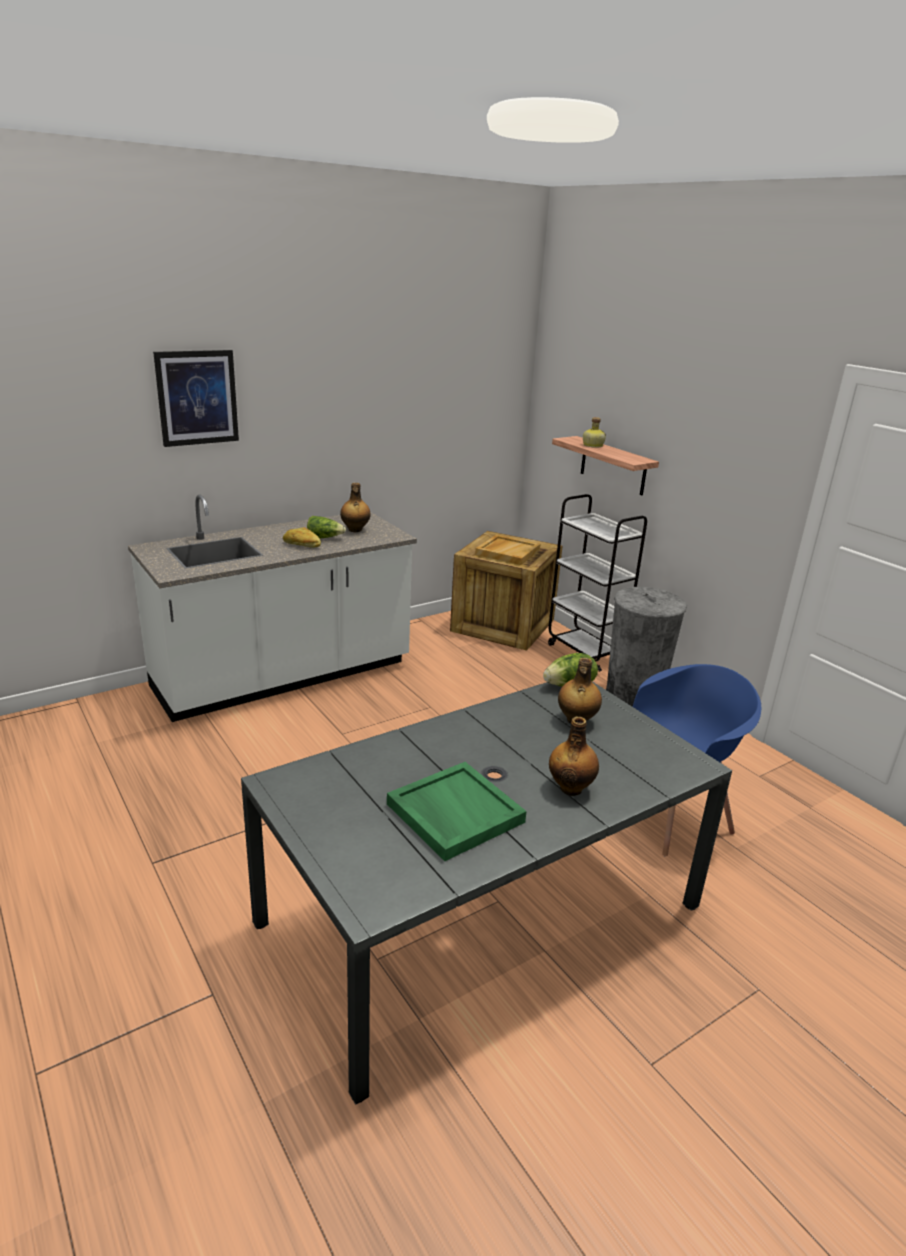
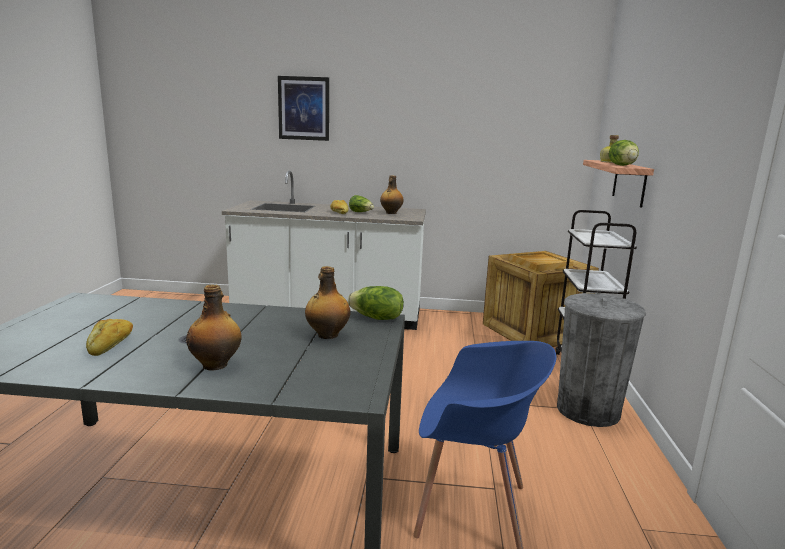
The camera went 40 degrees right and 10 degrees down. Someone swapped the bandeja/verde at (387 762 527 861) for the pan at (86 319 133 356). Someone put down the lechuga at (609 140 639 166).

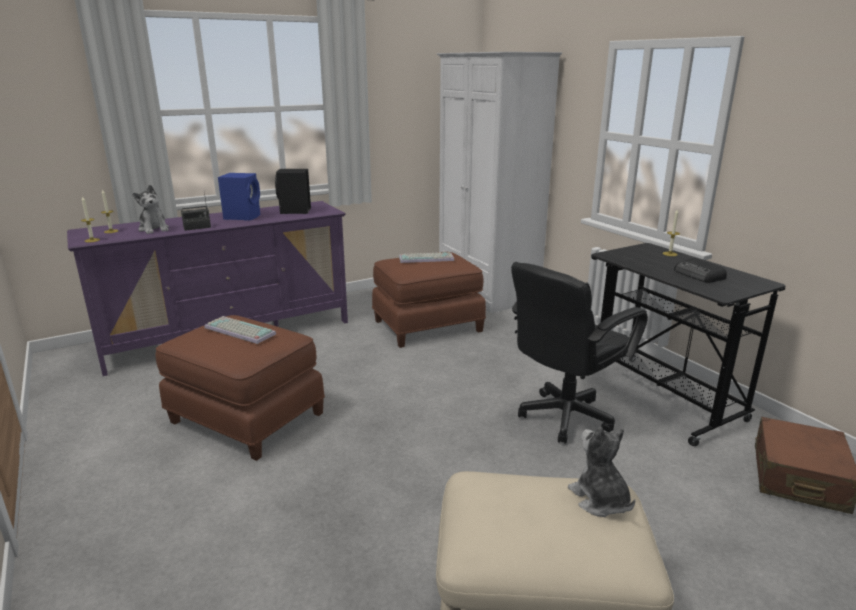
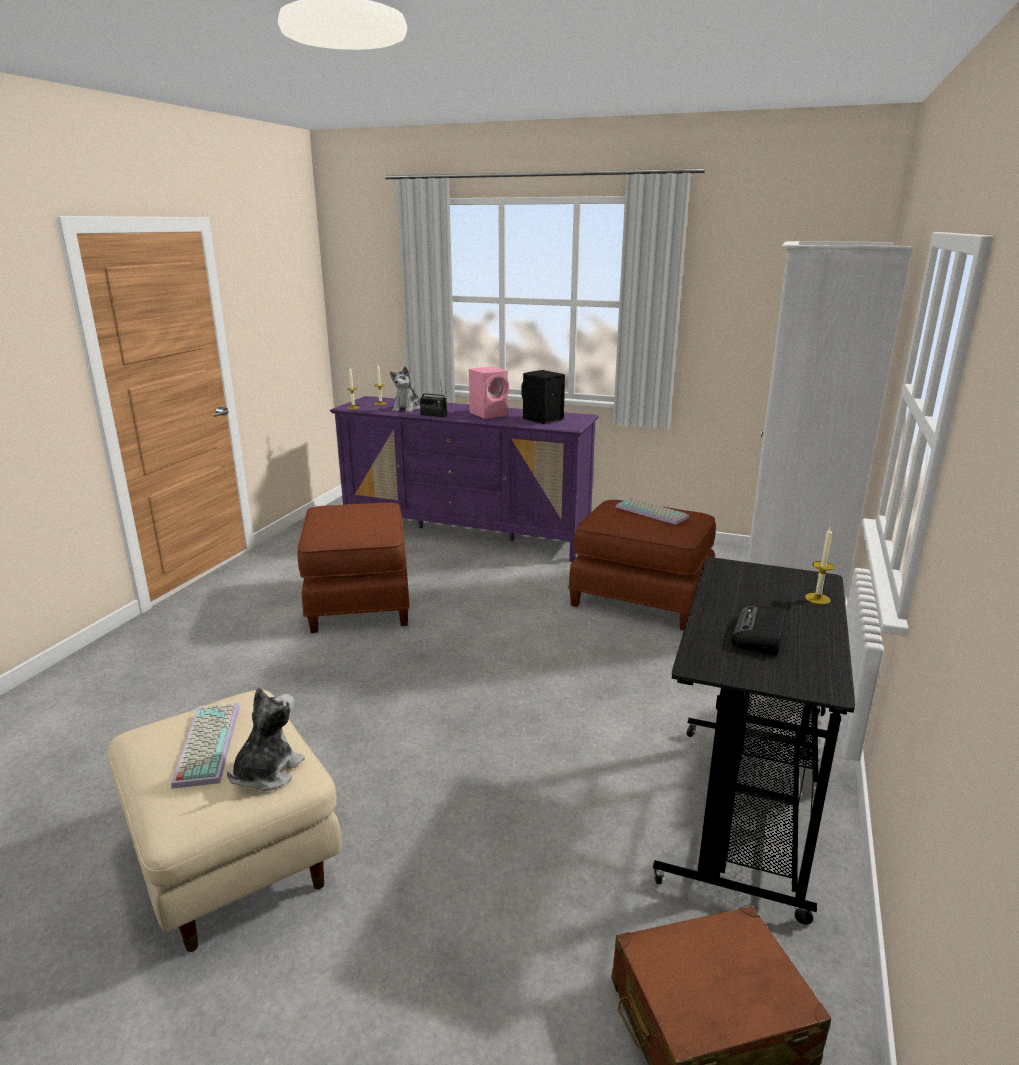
The camera went 50 degrees right and 0 degrees up. Someone carried the teclado from (204 316 276 344) to (171 703 240 789). Someone repainted the altavoz/azul at (218 173 260 220), which became the altavoz/rosa at (469 366 509 419). Someone took away the silla de oficina/negro at (511 262 648 444).

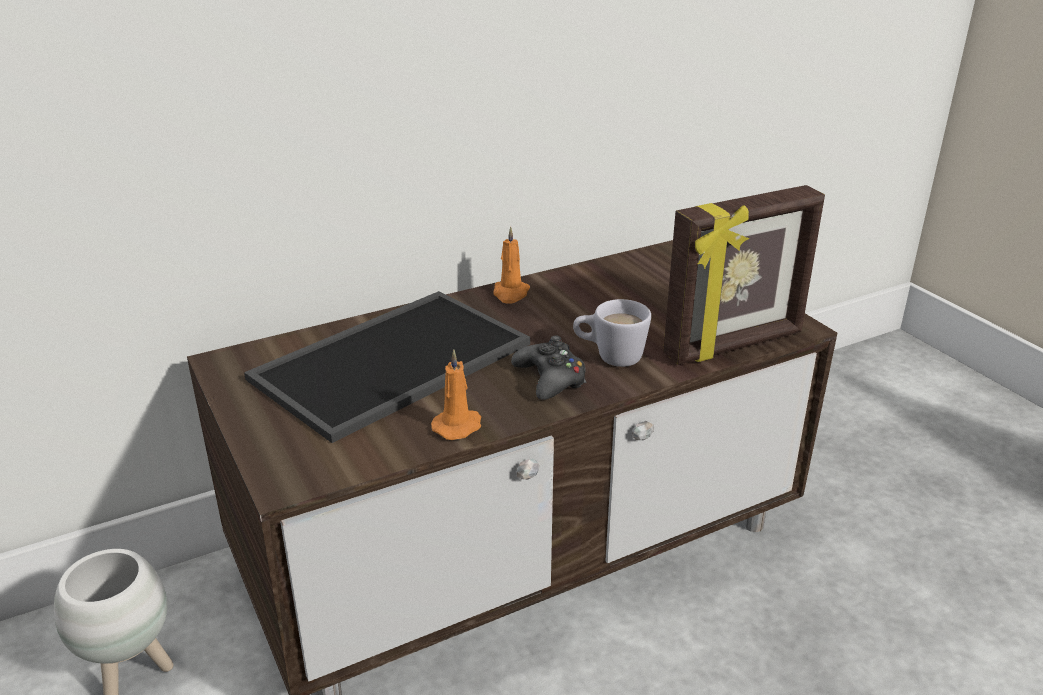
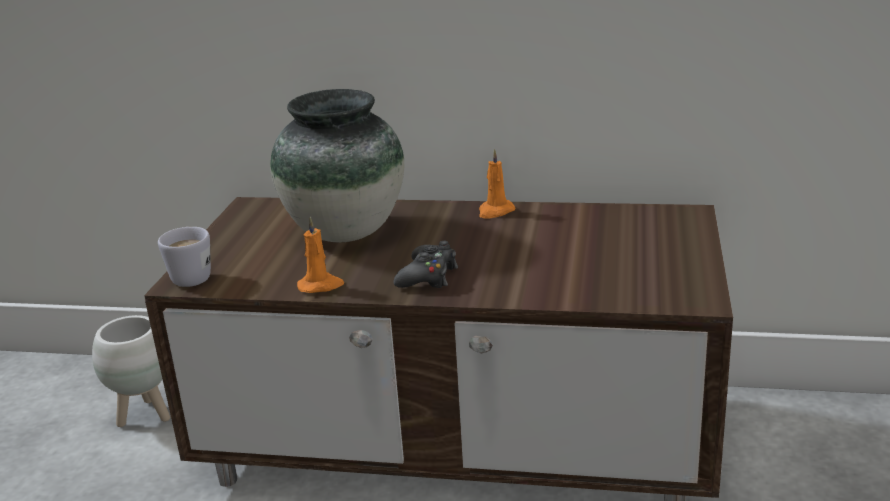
The camera went 40 degrees right and 5 degrees down. Someone swapped the bandeja at (244 291 530 443) for the florero at (270 89 404 242). Someone carried the taza grande/blanco from (573 299 651 367) to (158 227 211 287). Someone took away the portarretratos at (663 185 825 365).

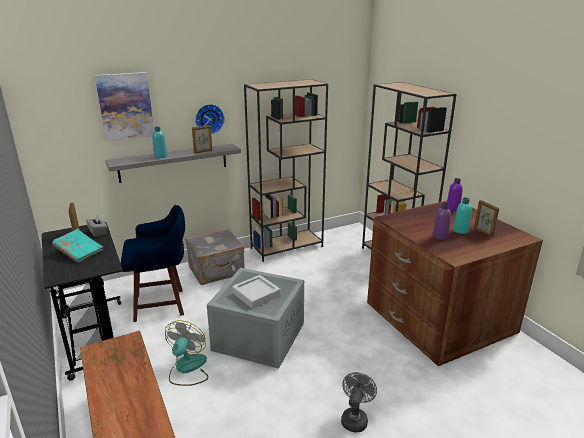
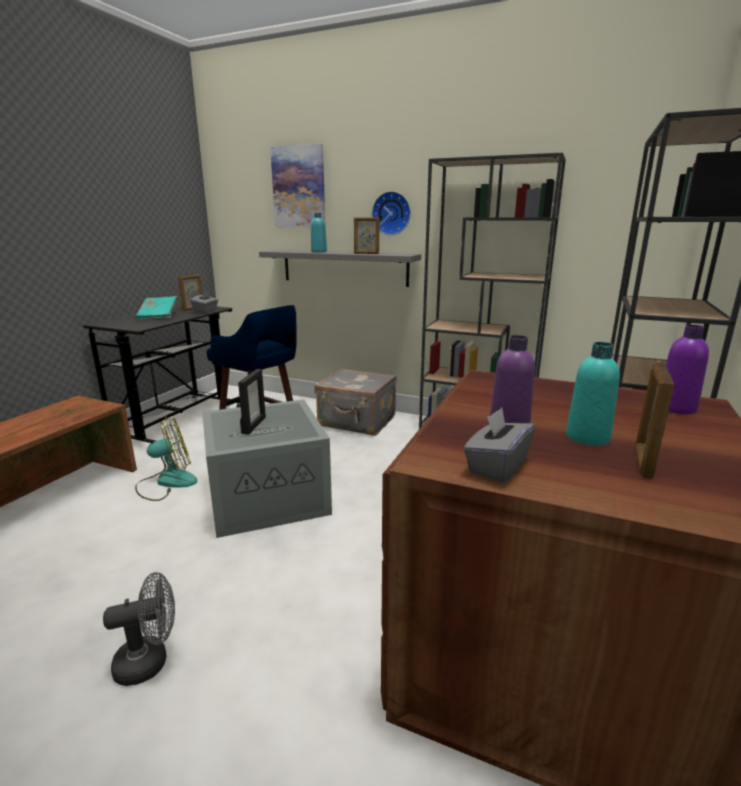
The camera went 50 degrees right and 5 degrees down. Someone swapped the bandeja/gris at (232 275 280 309) for the portarretratos at (238 369 266 435). Someone put down the caja de pañuelos/gris at (463 407 535 483).

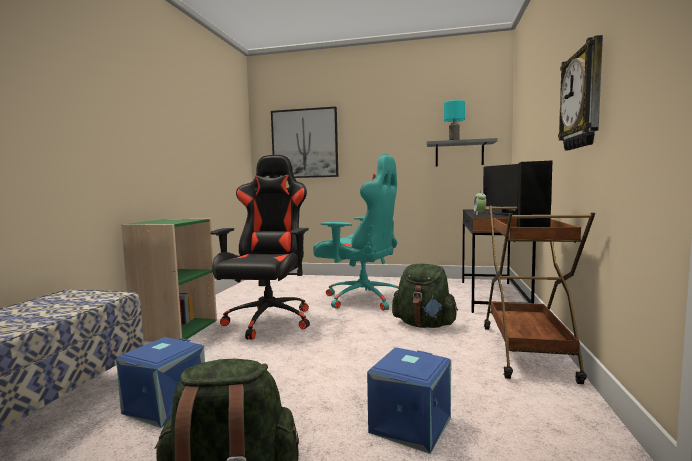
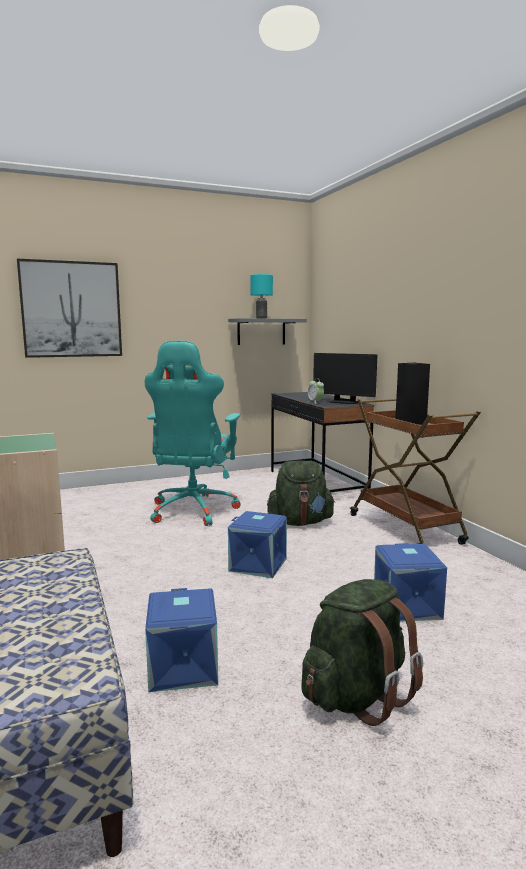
The camera went 35 degrees left and 5 degrees up. Someone took away the silla de oficina/negro at (211 155 310 340). Someone rotated the silla de oficina/turquesa at (313 154 399 311) by 105 degrees clockwise. Someone took away the reloj de pared at (558 35 603 150). Someone put down the caja de almacenaje/azul at (228 511 287 578).

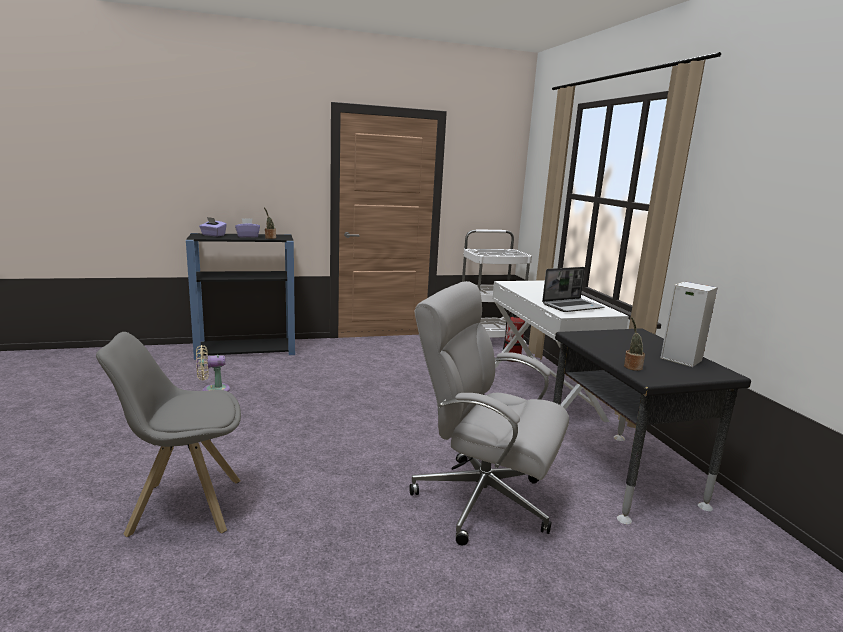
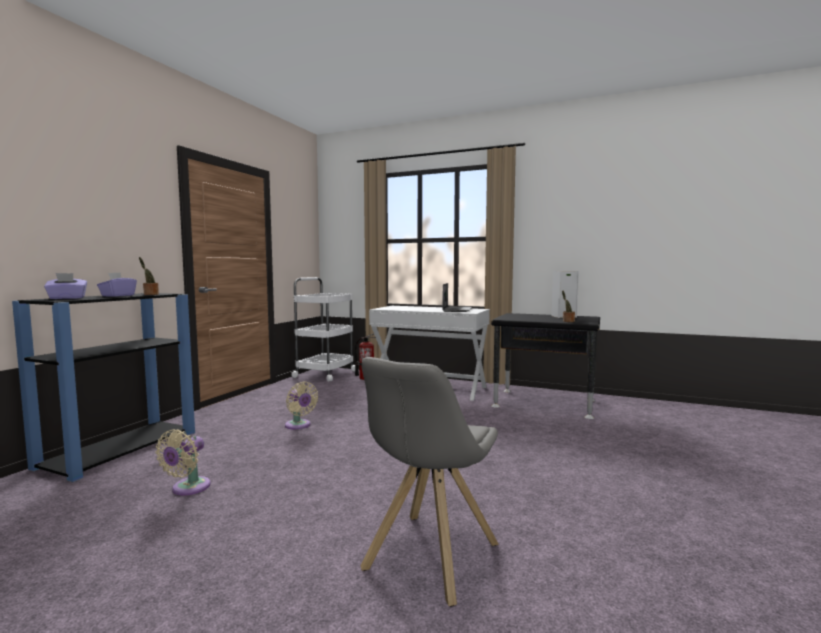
The camera went 50 degrees left and 10 degrees down. Someone took away the silla de oficina/gris at (409 281 569 545). Someone put down the ventilador/beis at (285 381 318 430).

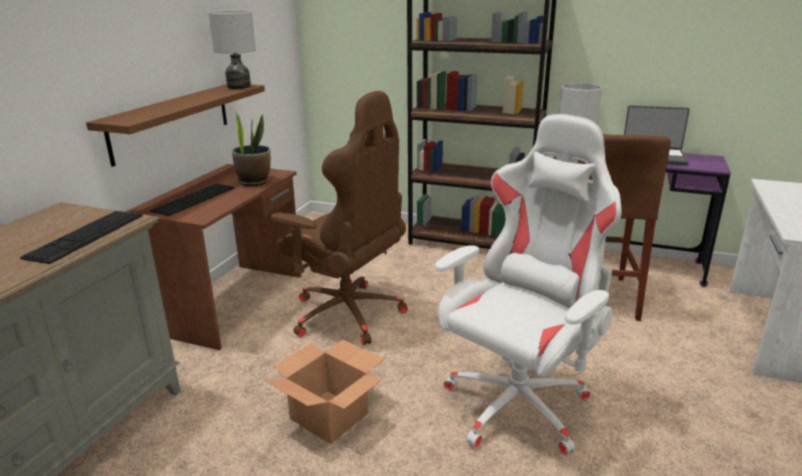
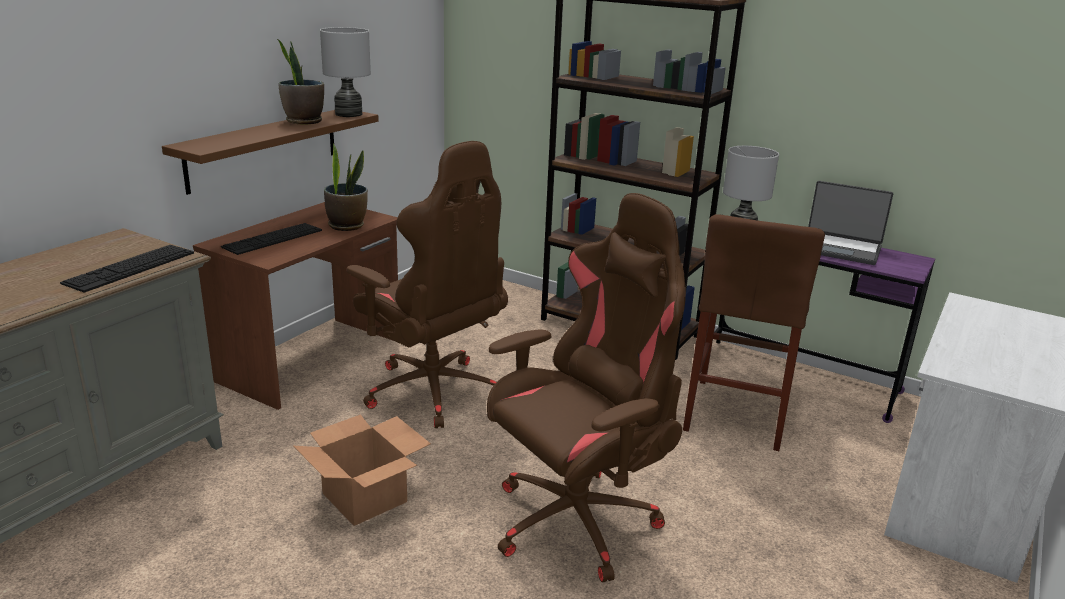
The camera went 10 degrees right and 0 degrees up. Someone repainted the silla de oficina/blanco at (435 114 621 455), which became the silla de oficina/marrón at (487 193 686 582). Someone put down the planta en maceta at (277 39 324 124).

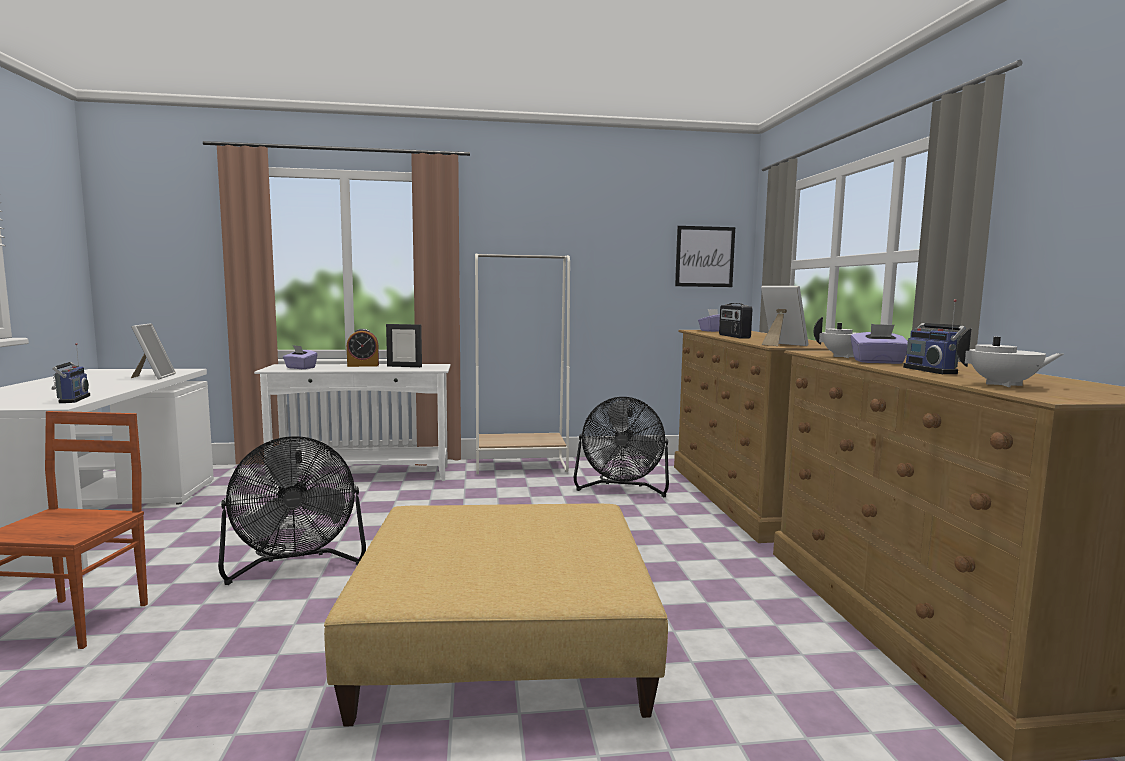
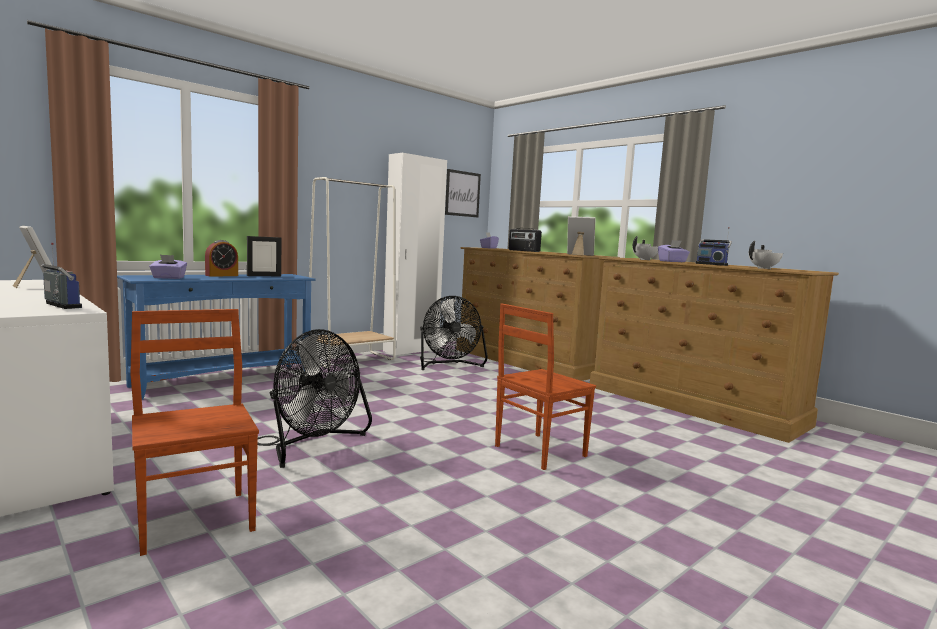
The camera went 35 degrees left and 0 degrees up. Someone repainted the mesa consola/blanco at (254 364 451 485), which became the mesa consola/azul at (117 274 316 400). Someone swapped the puf/beis at (324 503 668 726) for the silla/marrón at (495 304 596 470). Someone put down the armario ropero/blanco at (383 153 447 355).

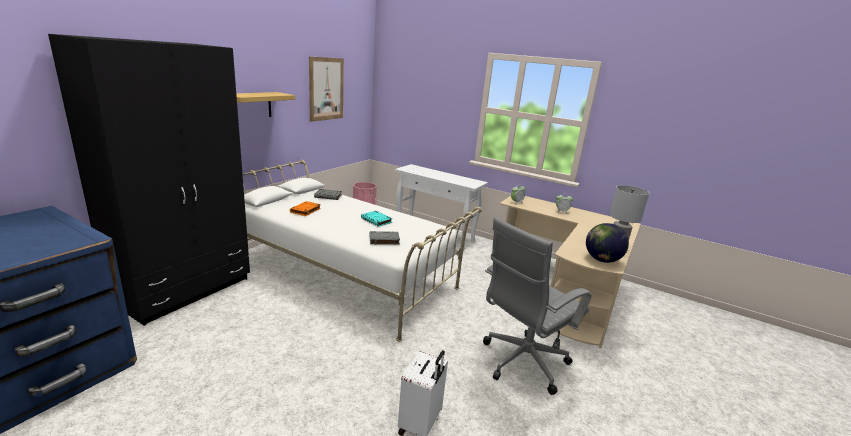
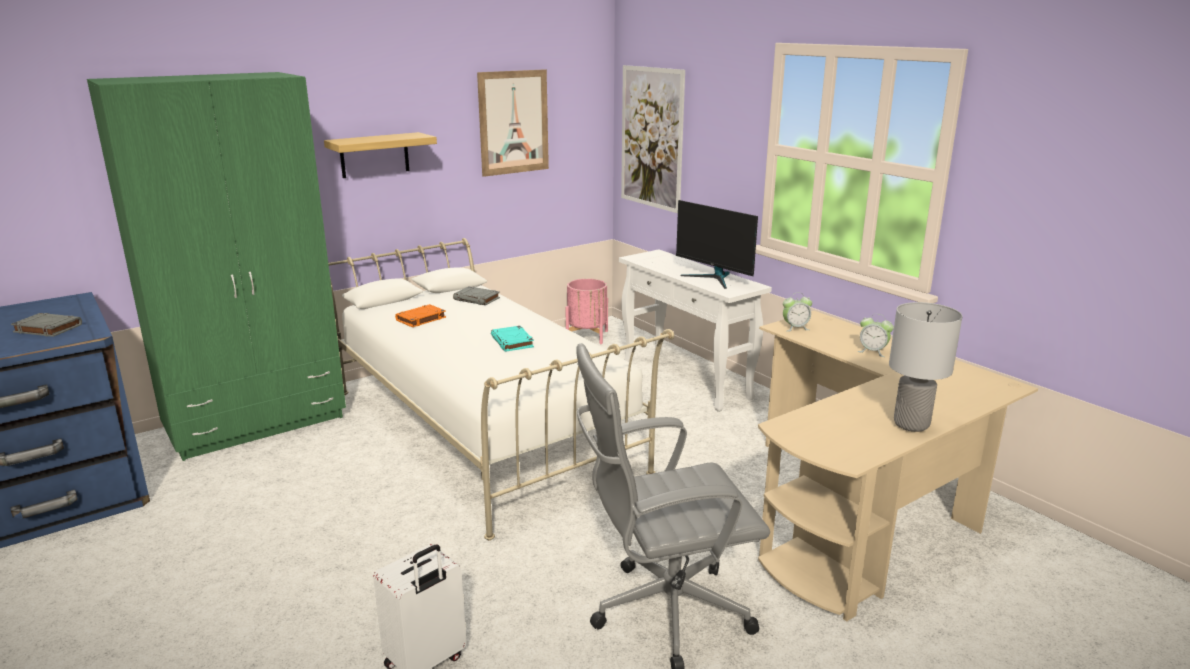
The camera went 25 degrees right and 0 degrees up. Someone repainted the armario ropero/negro at (48 34 250 326), which became the armario ropero/verde at (87 72 346 461). Someone carried the libro/gris from (370 231 400 245) to (11 313 82 337). Someone took away the globo terráqueo at (586 223 629 263). Someone put up the cuadro at (621 65 685 213). Someone put down the monitor at (676 200 758 289).

